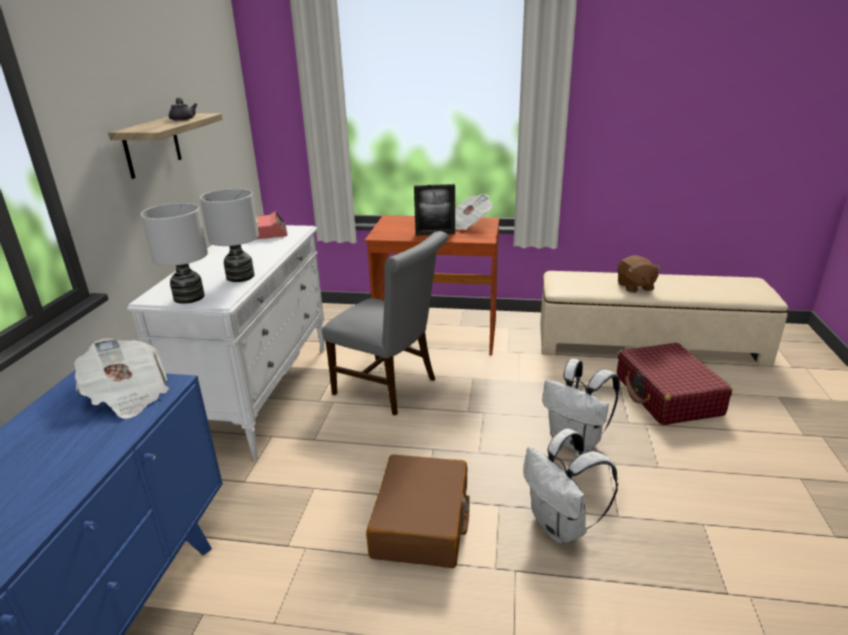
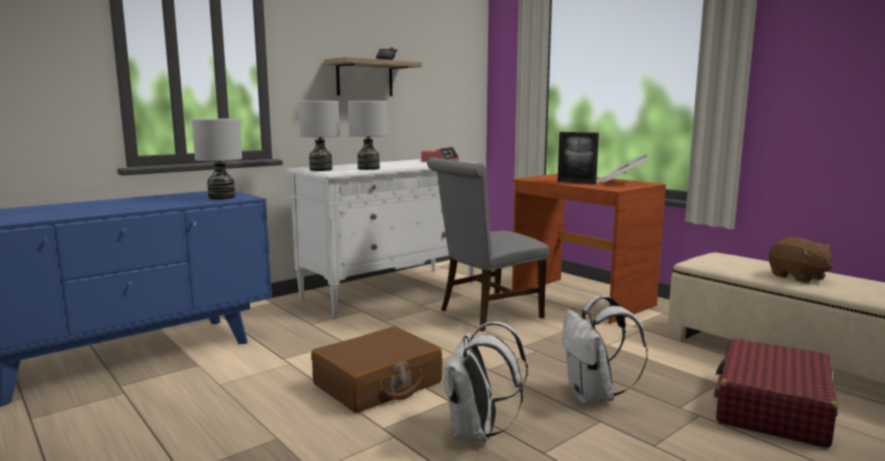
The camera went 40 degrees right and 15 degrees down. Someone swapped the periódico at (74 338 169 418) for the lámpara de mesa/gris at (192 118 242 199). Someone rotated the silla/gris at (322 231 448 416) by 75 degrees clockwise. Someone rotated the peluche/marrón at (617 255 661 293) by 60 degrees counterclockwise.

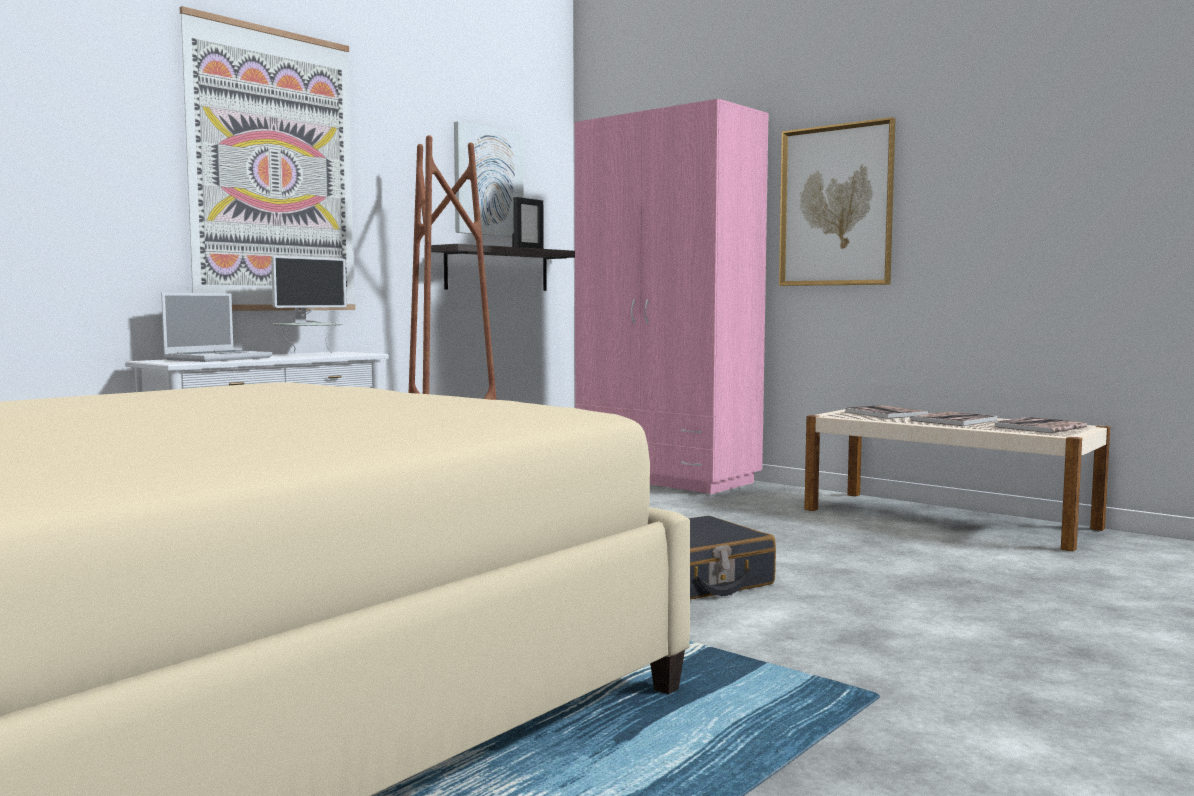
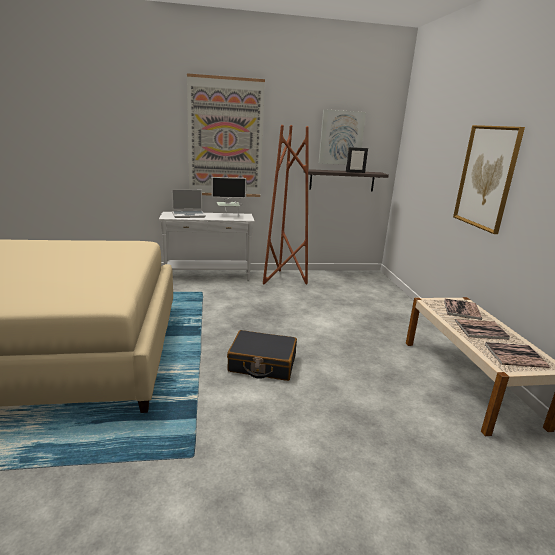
The camera went 40 degrees right and 15 degrees up. Someone took away the armario ropero/rosa at (575 99 769 494).

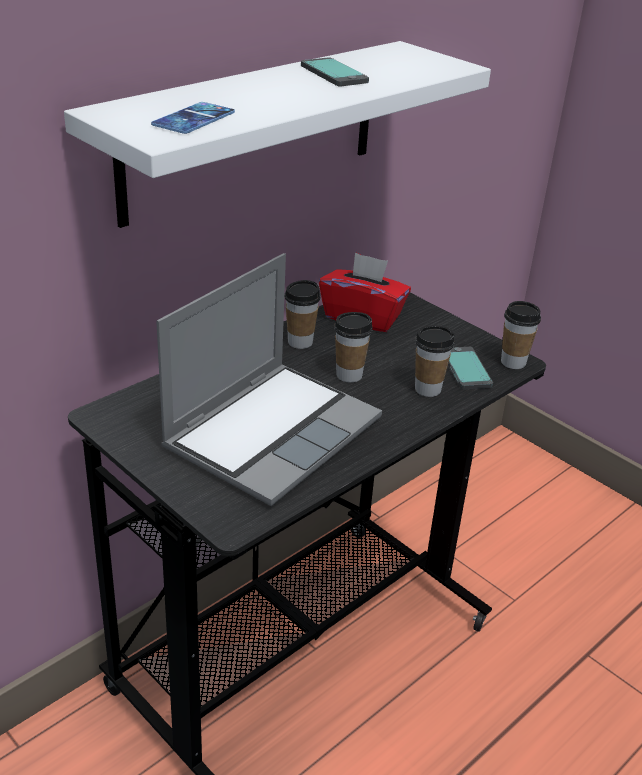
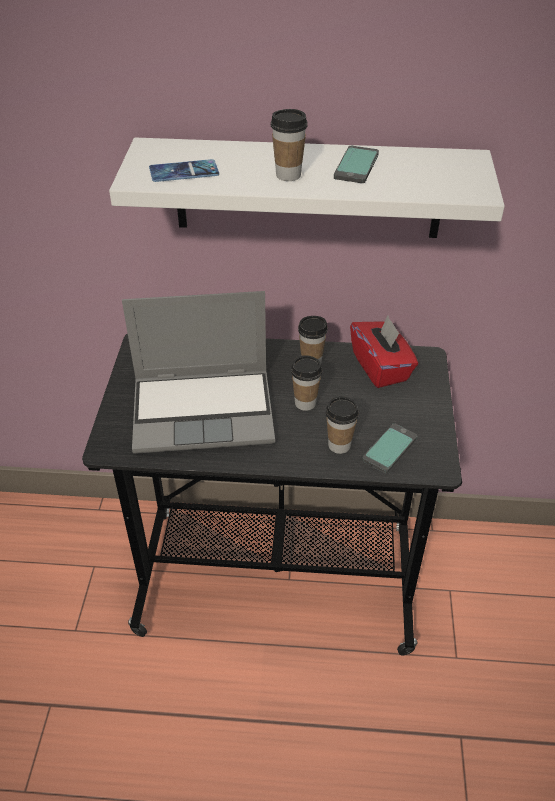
The camera went 50 degrees right and 10 degrees up. Someone carried the taza from (501 301 541 369) to (271 109 308 181).

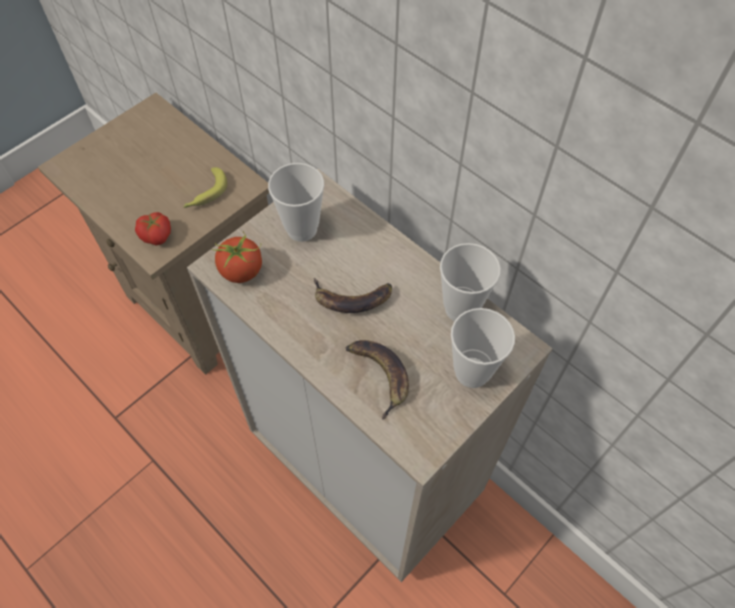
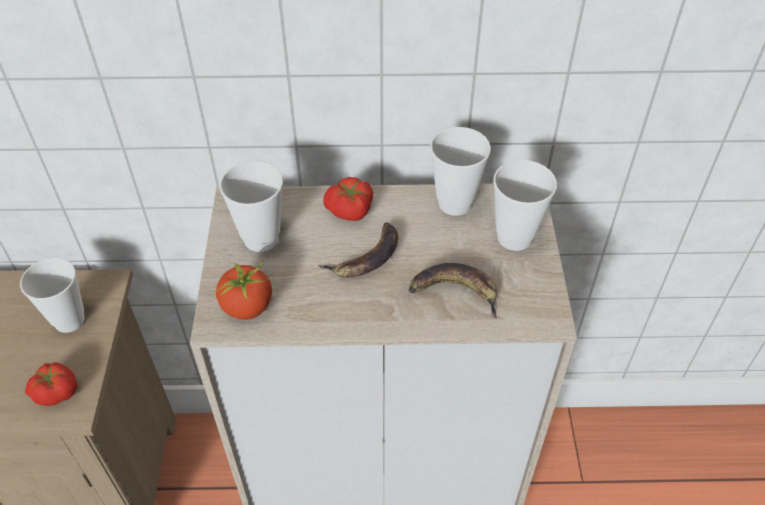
The camera went 45 degrees left and 10 degrees down. Someone swapped the plátano at (184 167 227 208) for the taza at (20 258 85 333). Someone put down the tomate at (324 177 373 221).

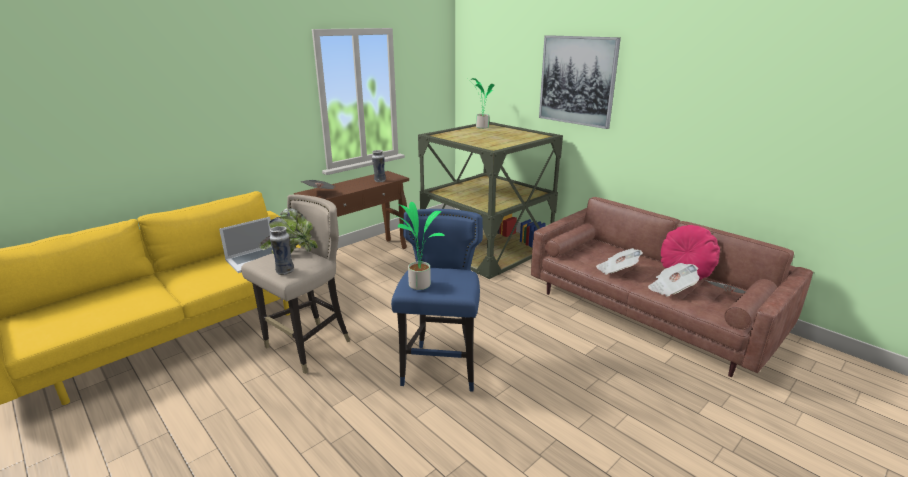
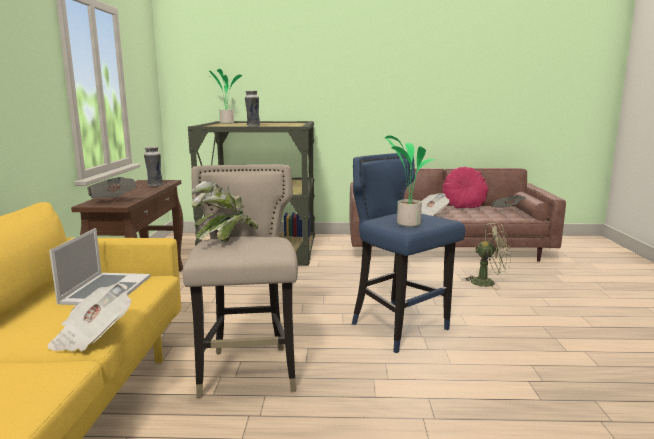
The camera went 45 degrees left and 10 degrees down. Someone carried the florero from (270 226 294 275) to (245 91 260 126). Someone took away the cuadro at (539 35 621 129). Someone carried the periódico from (648 263 699 296) to (47 283 131 352). Someone put down the ventilador/verde at (463 222 511 290).

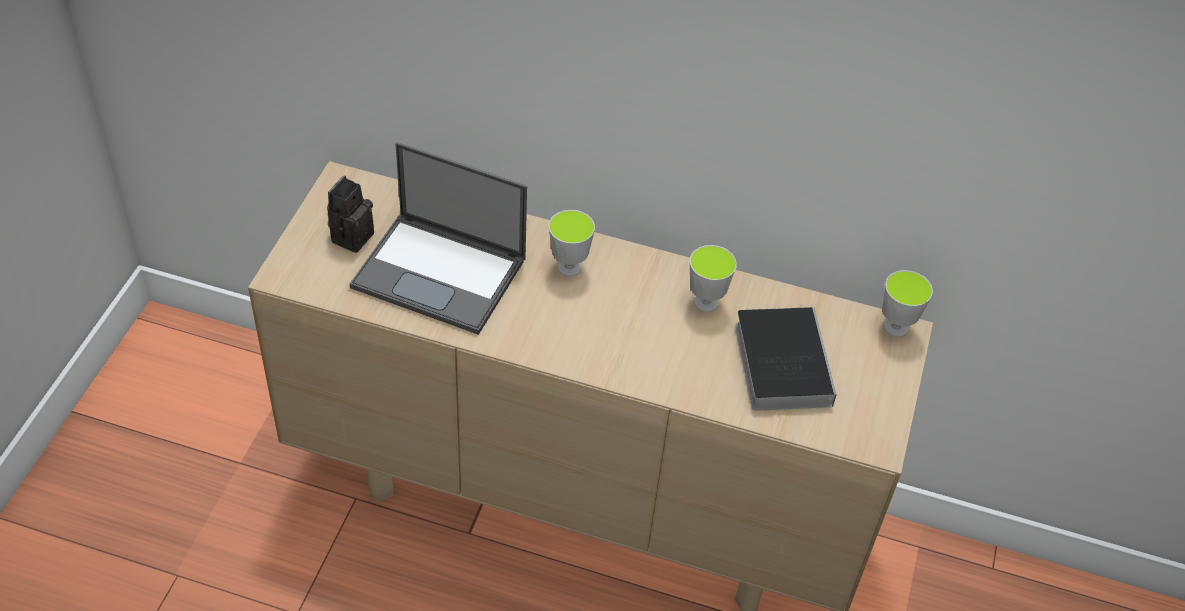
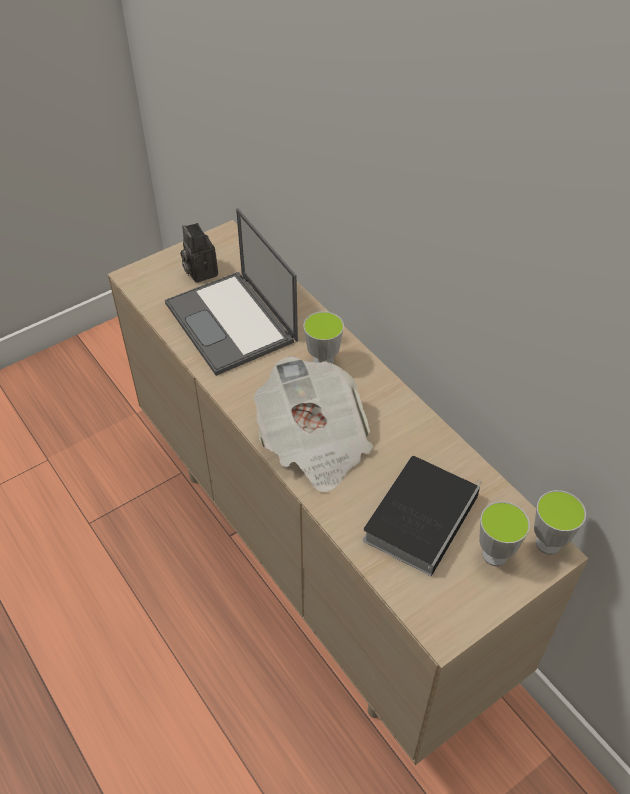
The camera went 40 degrees right and 0 degrees up. Someone rotated the cámara at (327 175 374 253) by 90 degrees counterclockwise. Someone carried the taza from (690 245 737 312) to (479 501 530 566). Someone put down the periódico at (254 356 373 492).

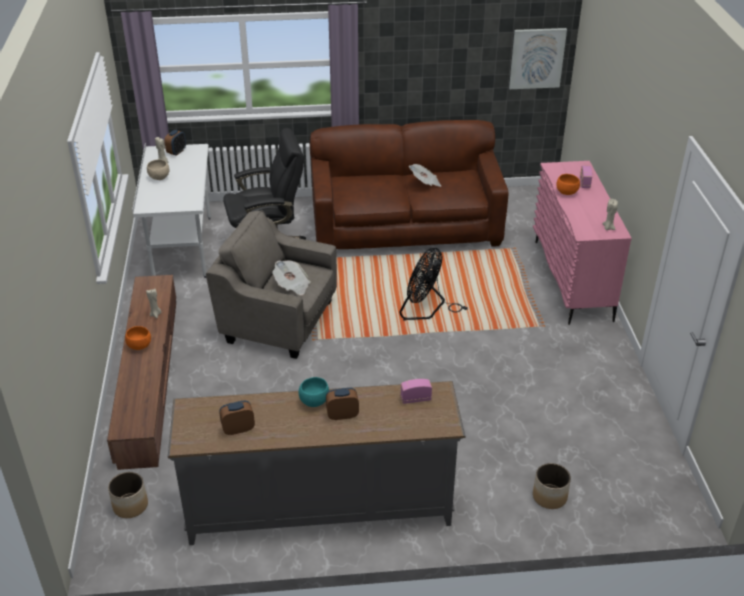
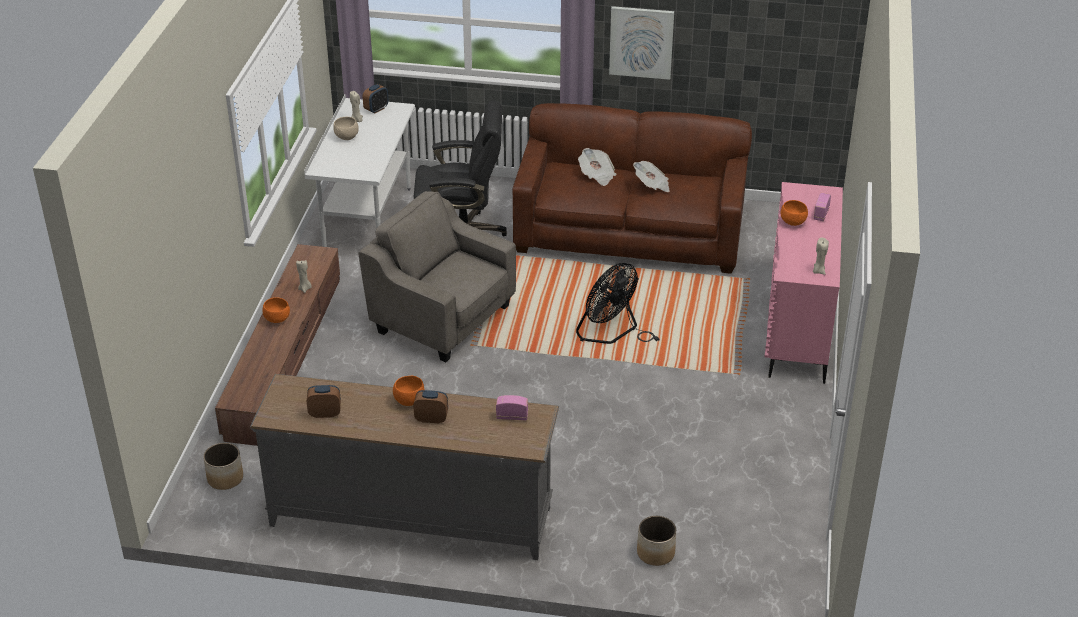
The camera went 15 degrees right and 0 degrees up. Someone carried the periódico from (272 260 311 295) to (578 148 617 186). Someone repainted the cuenco/turquesa at (298 377 329 407), which became the cuenco/naranja at (393 376 424 406). Someone carried the cuadro from (509 28 567 89) to (609 6 674 80).

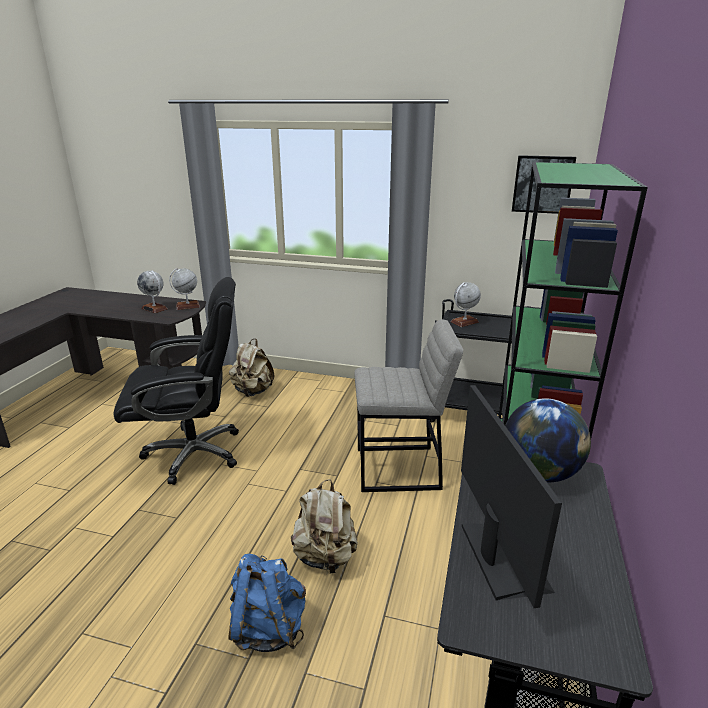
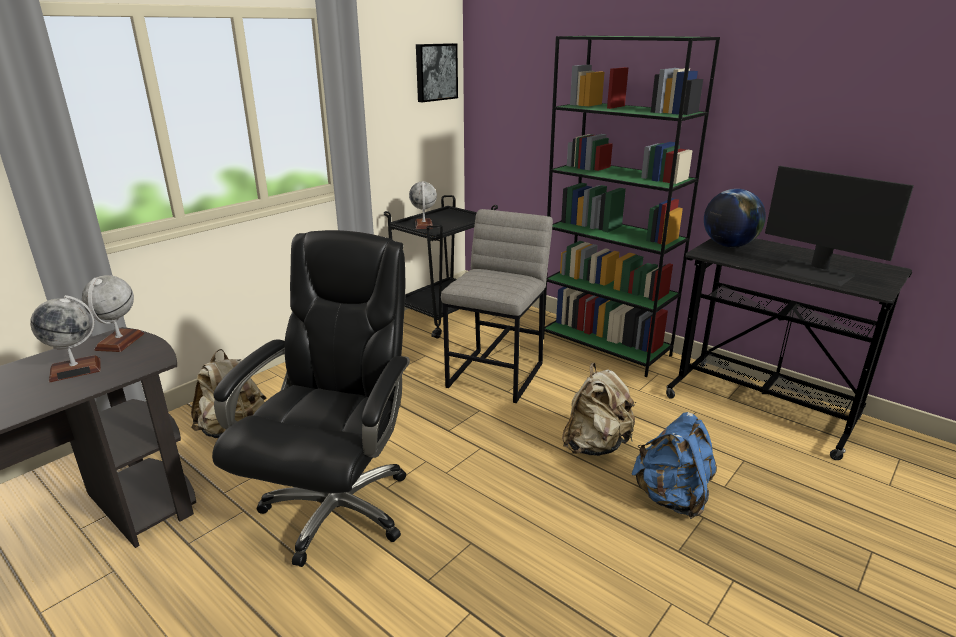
The camera went 65 degrees left and 0 degrees up. Someone rotated the monitor at (461 385 562 608) by 150 degrees counterclockwise.

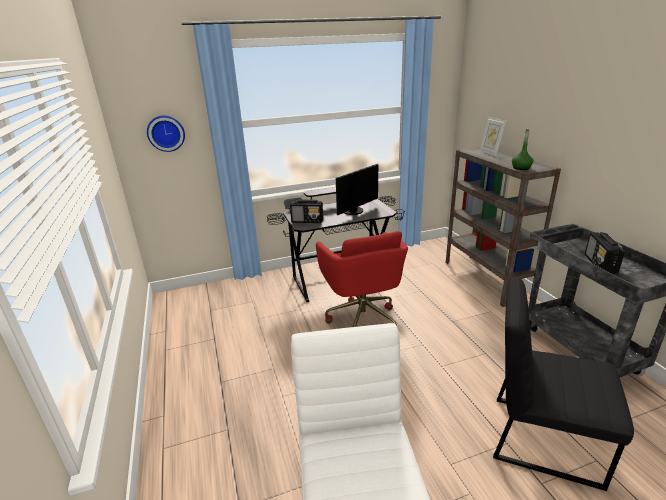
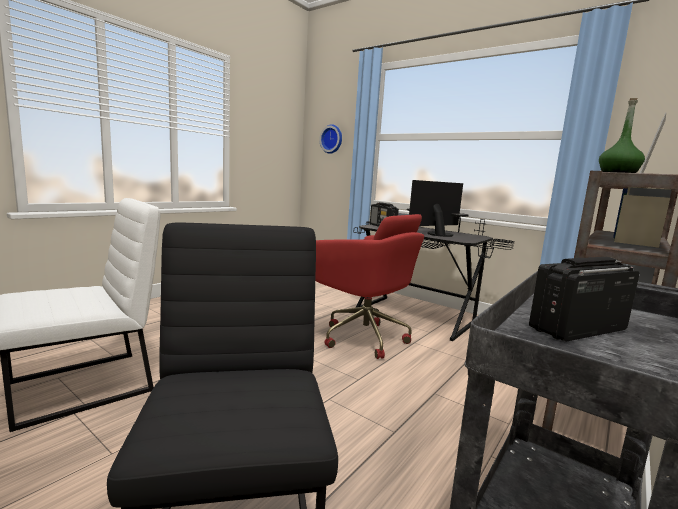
The camera went 55 degrees right and 15 degrees down. Someone rotated the silla de oficina/rojo at (316 231 408 327) by 90 degrees counterclockwise. Someone rotated the monitor at (336 164 378 215) by 135 degrees clockwise.

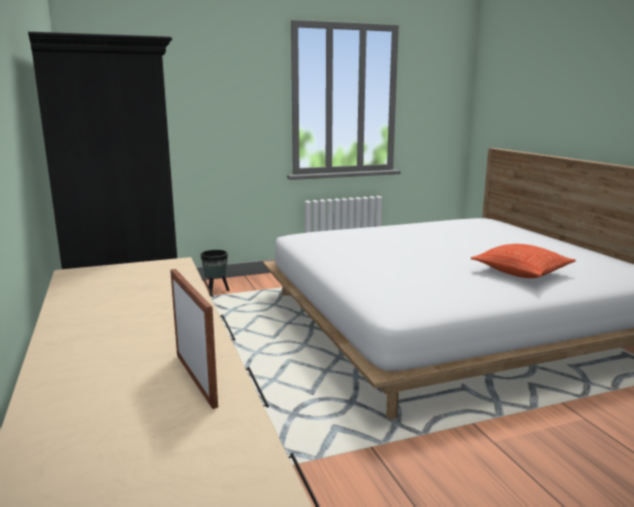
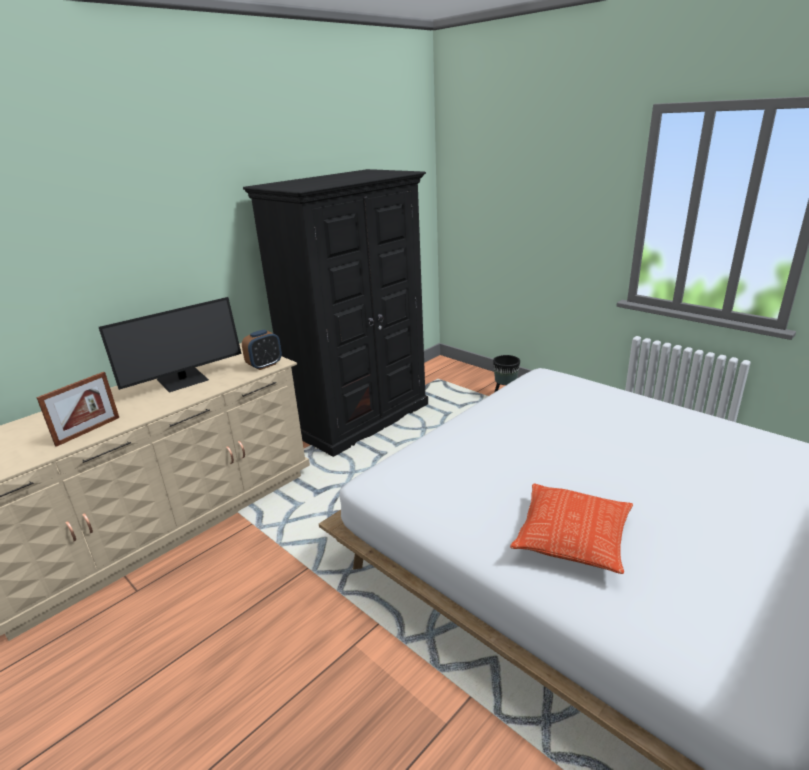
The camera went 65 degrees right and 10 degrees up. Someone put down the monitor at (99 297 241 393). Someone put down the despertador at (242 330 282 370).

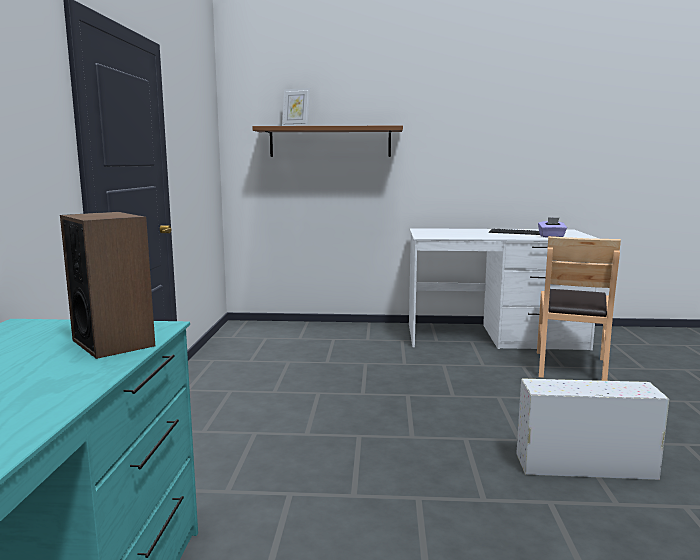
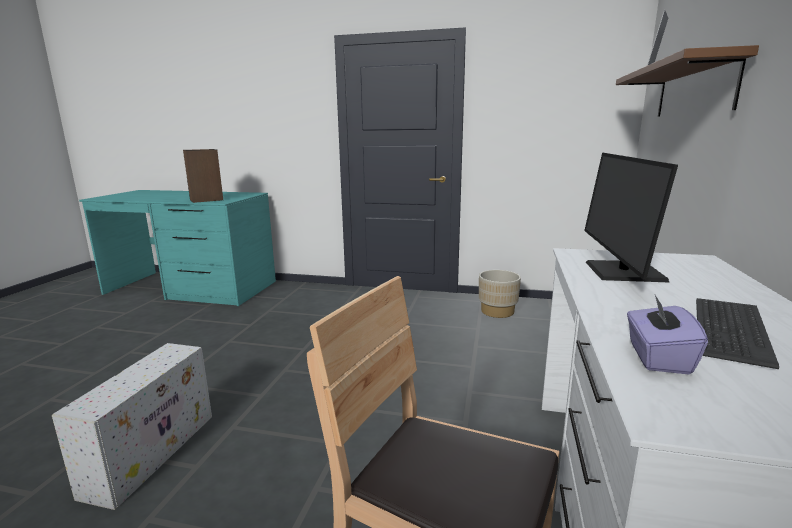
The camera went 100 degrees right and 5 degrees up. Someone put down the maceta/beis at (479 270 521 318). Someone put down the monitor at (584 153 678 283).

